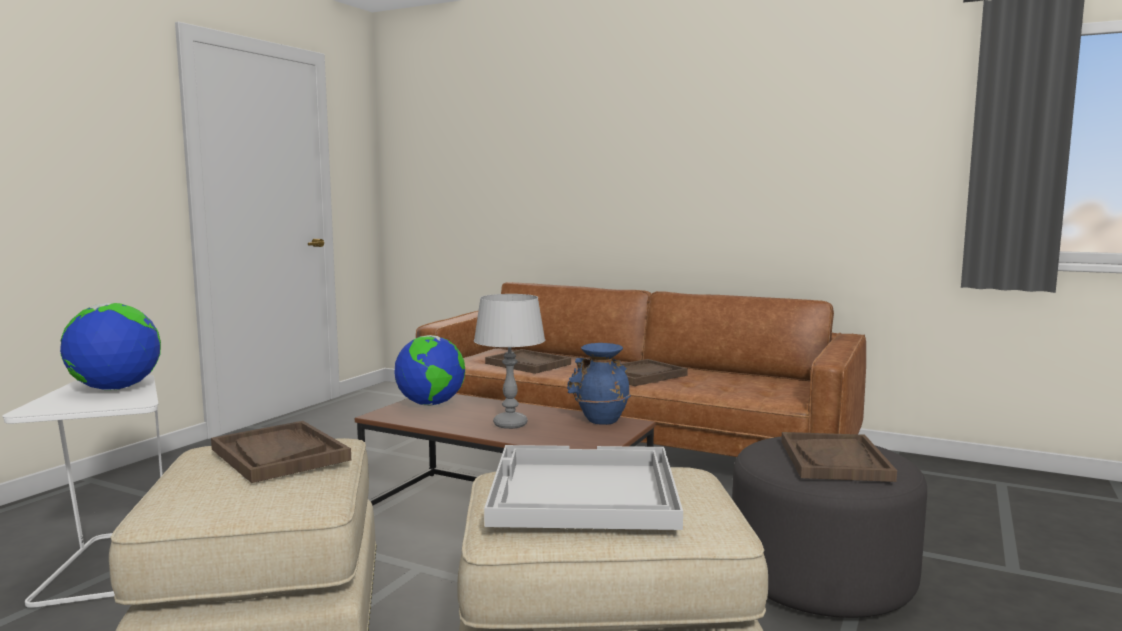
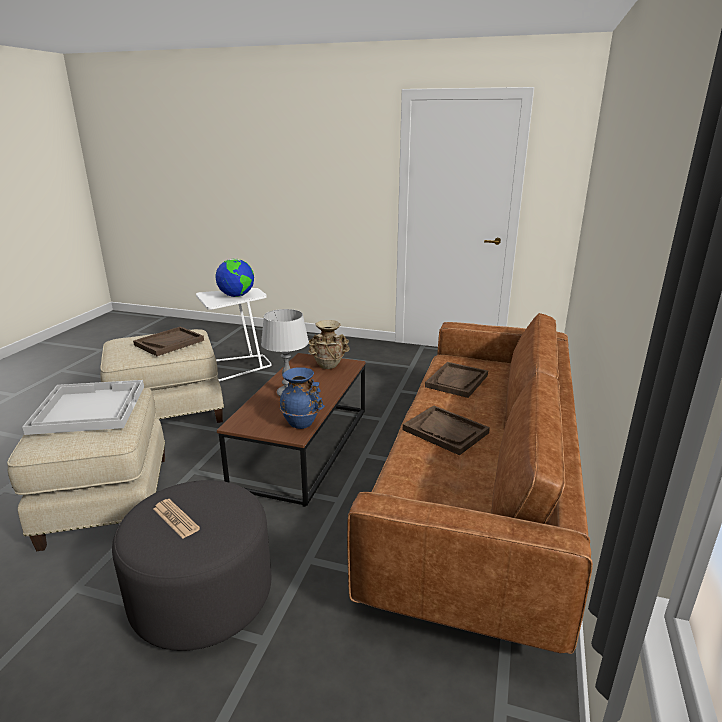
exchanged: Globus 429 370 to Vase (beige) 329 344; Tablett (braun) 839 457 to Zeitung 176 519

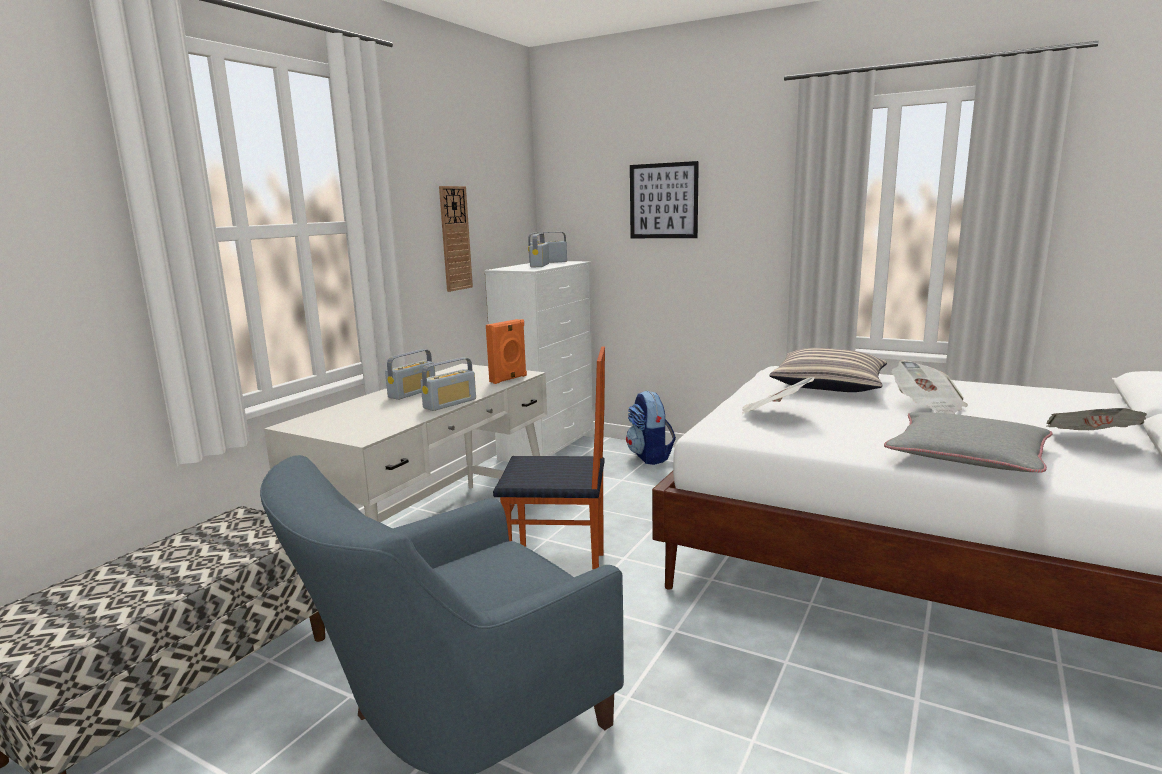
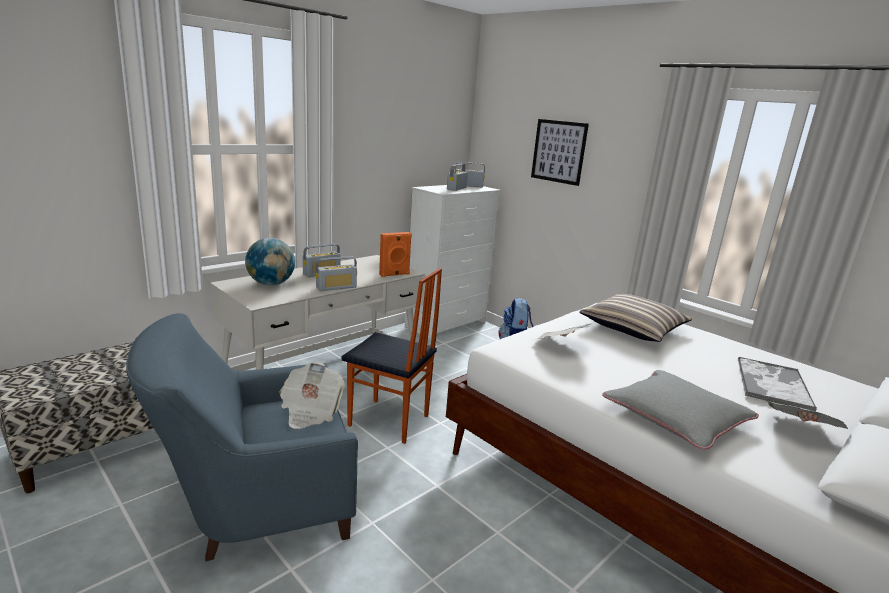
missing: Wanduhr 456 239
appeared: Globus 270 261; Tablett 777 384
relocated: Zeitung 930 387 to 312 395

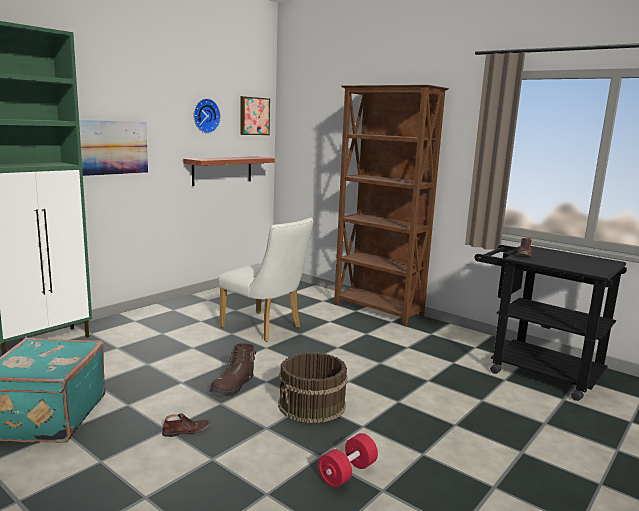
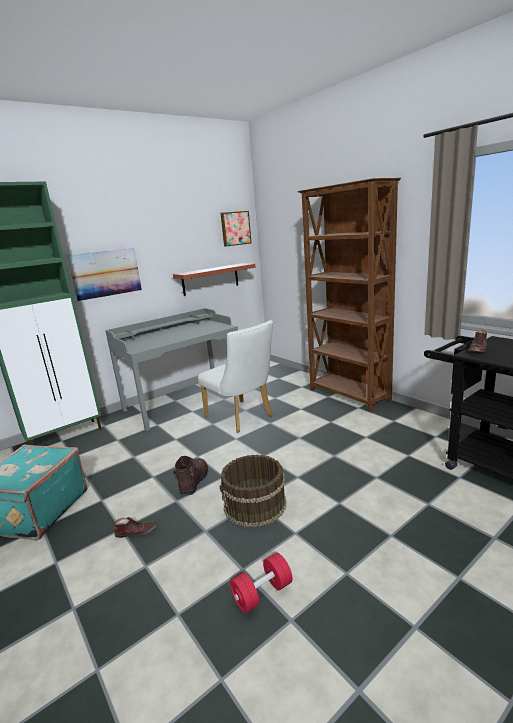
missing: Wanduhr 207 116
appeared: Schreibtisch (grau) 171 369
spun: Stiefel (braun) 232 369 = 190 476 150 degrees clockwise

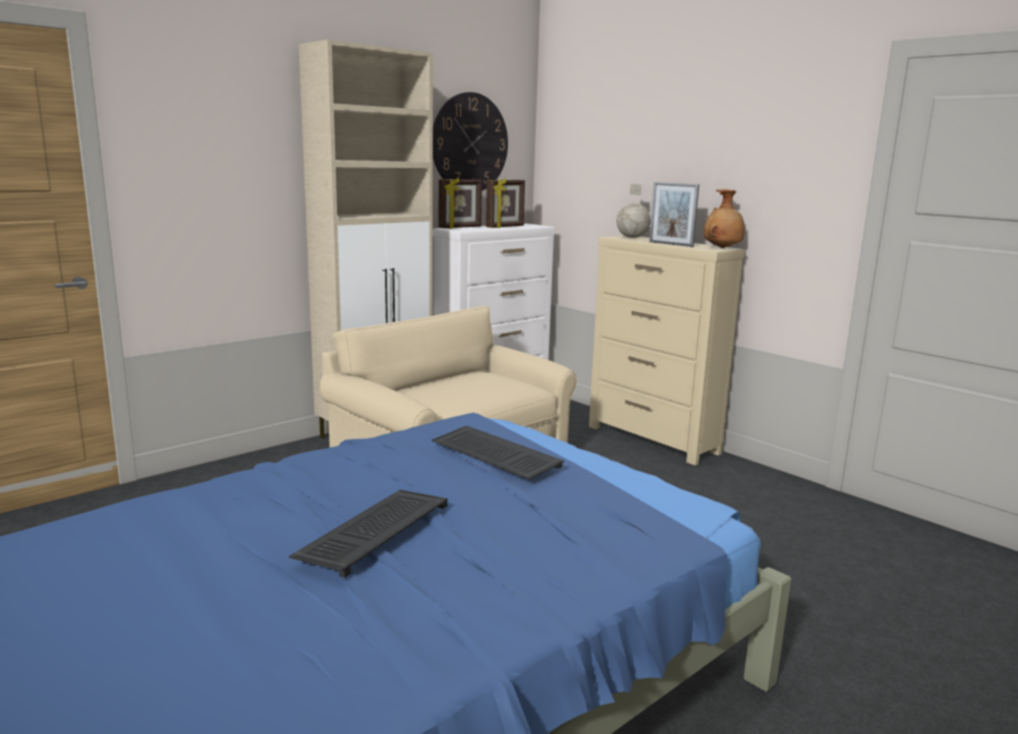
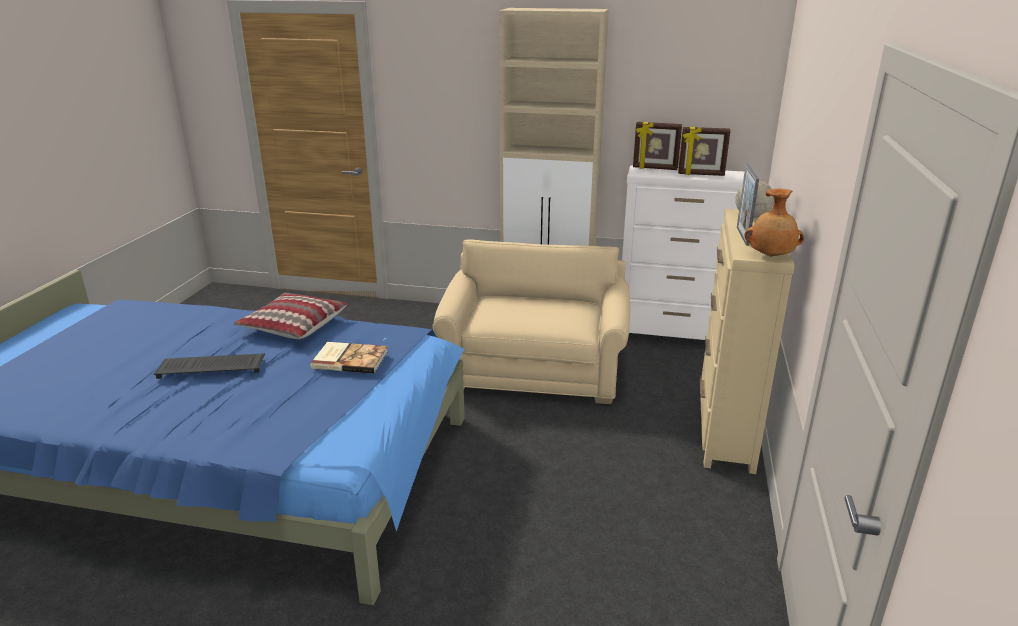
missing: Wanduhr 470 141
appeared: Kissen 290 316
exchanged: Tastatur 498 453 to Buch 349 358

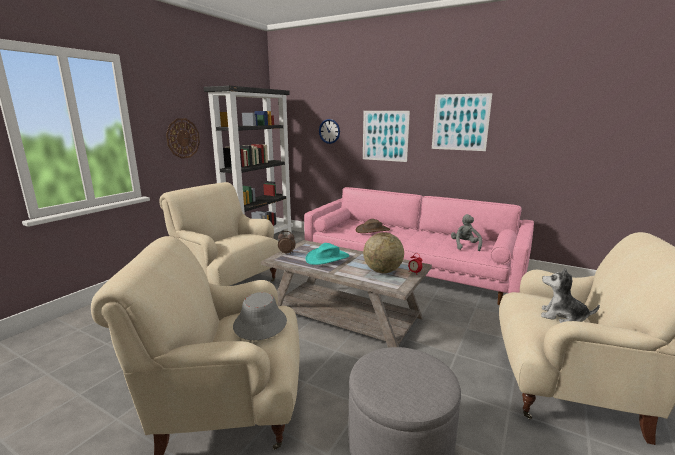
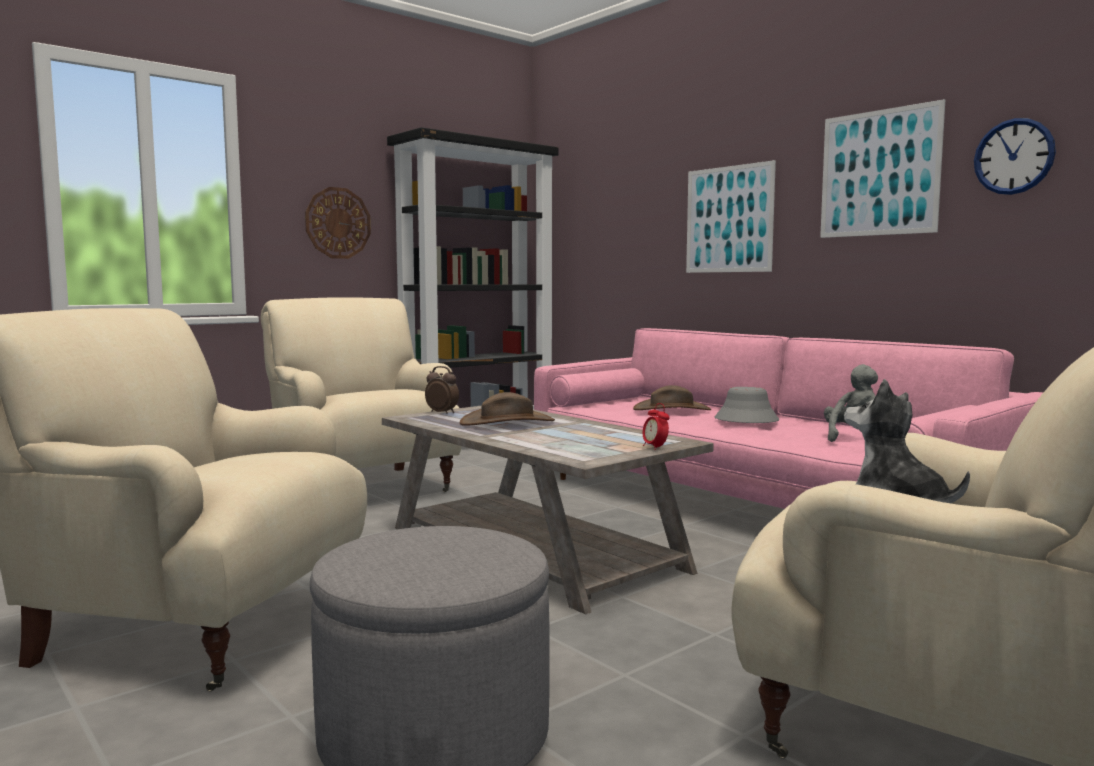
missing: Globus 383 252
relocated: Hut (grau) 260 316 to 747 405; Wanduhr 329 131 to 1015 156
colour: Hut (türkis) 327 254 to Hut (braun) 507 409

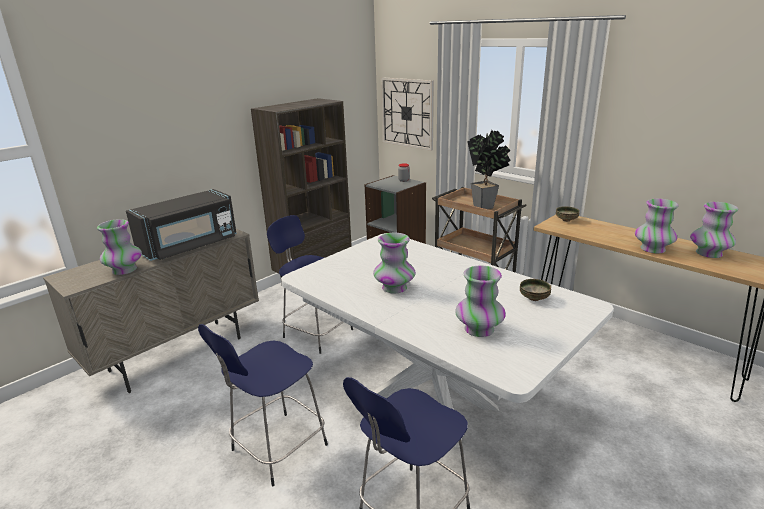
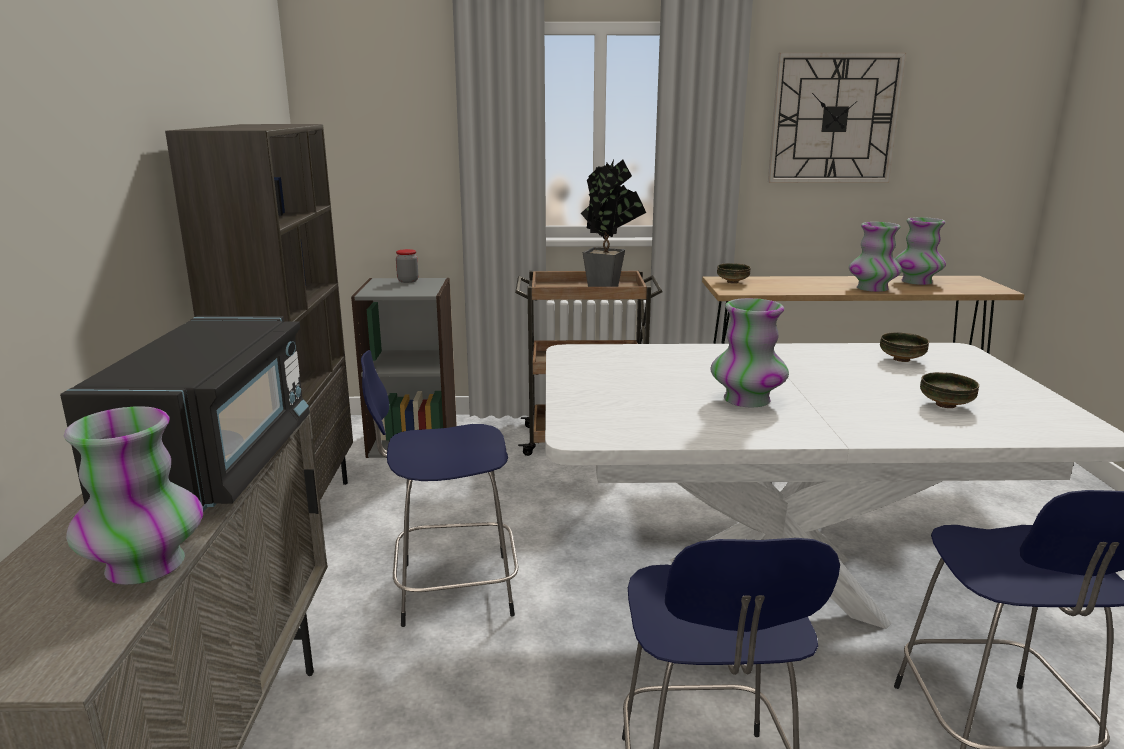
relocated: Wanduhr 407 114 to 837 118
exchanged: Vase 480 301 to Schüssel 949 390

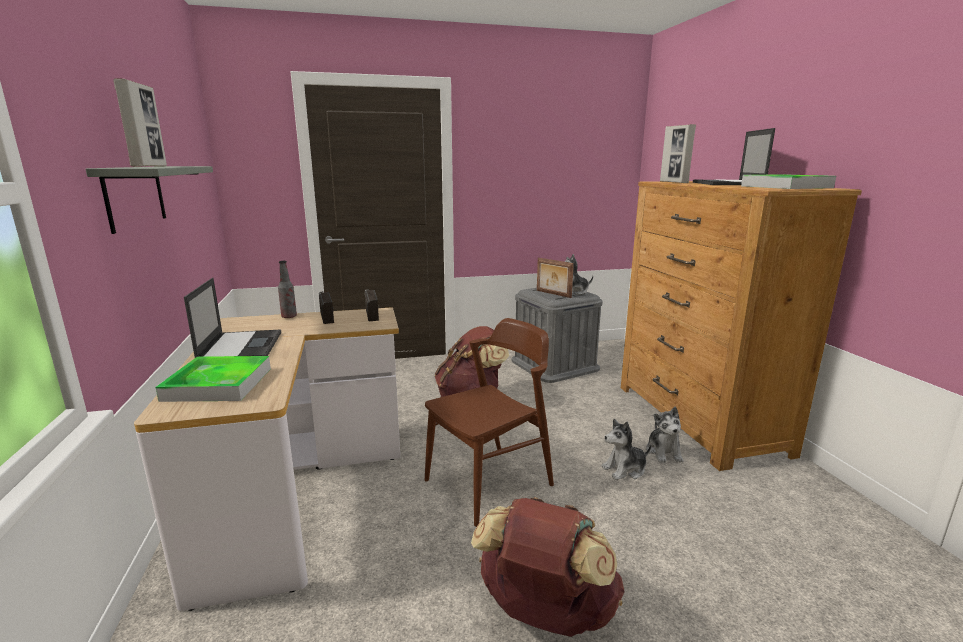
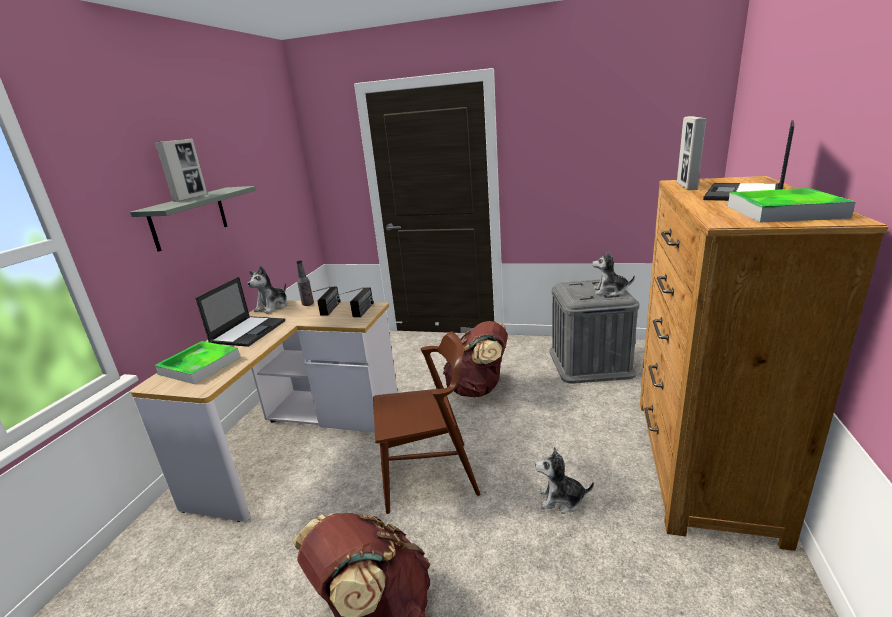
missing: Bilderrahmen 555 278
relocated: Plüschtier 664 435 to 268 290

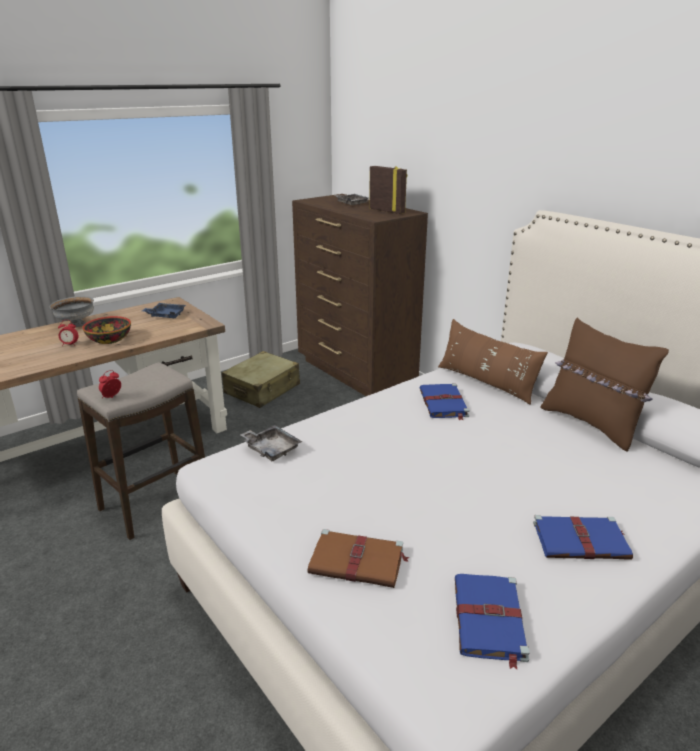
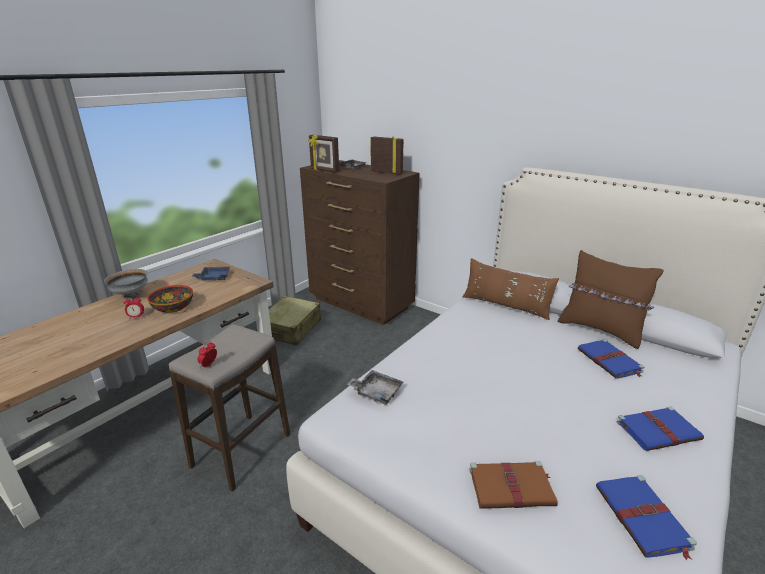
appeared: Bilderrahmen 323 154
relocated: Buch (blau) 444 401 to 611 359

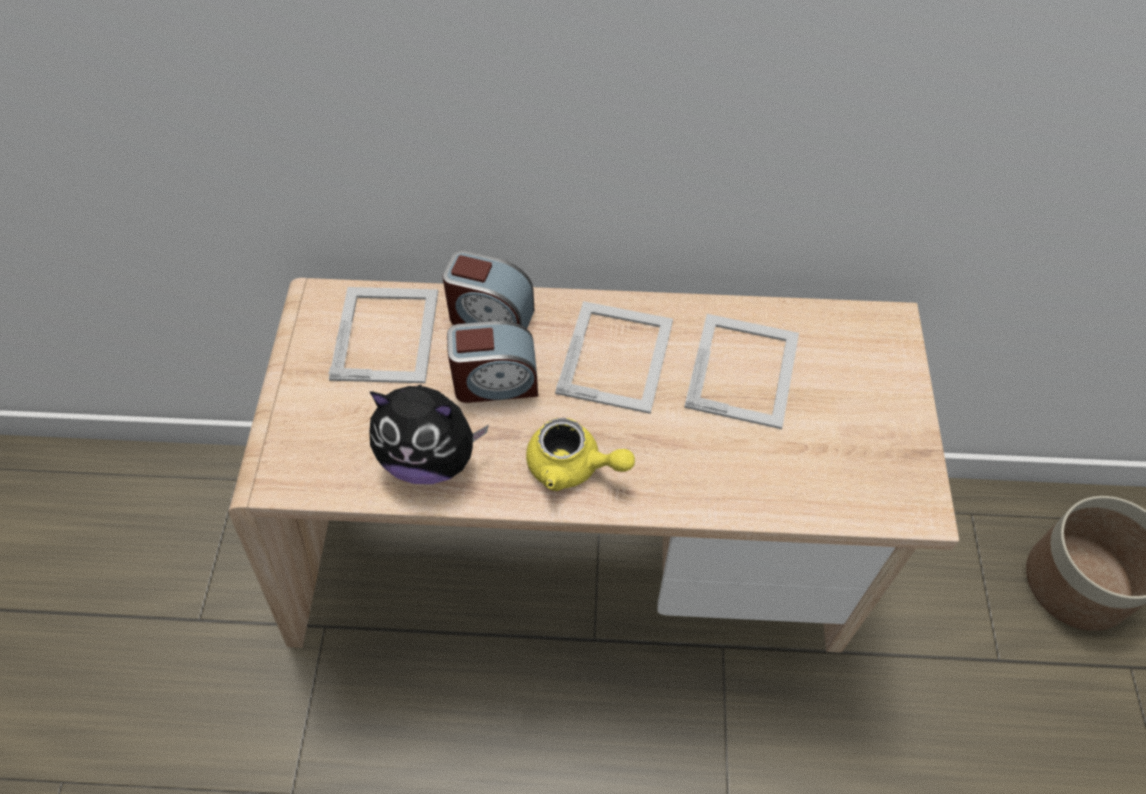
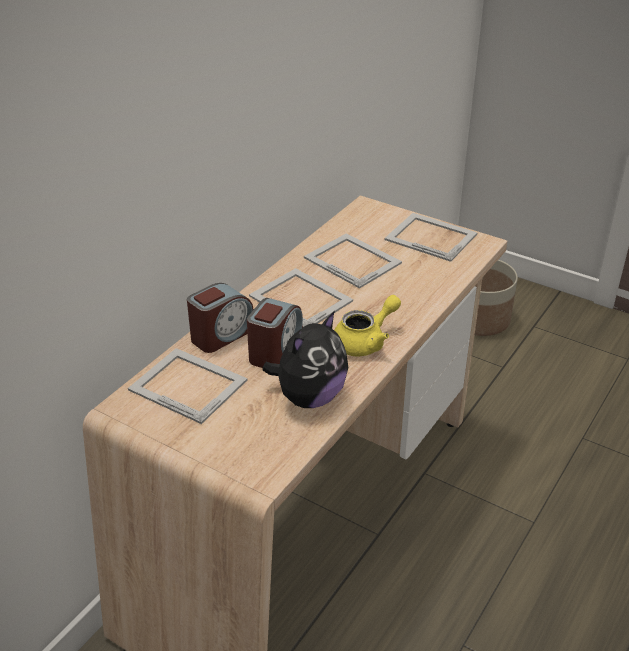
appeared: Bilderrahmen 431 237

